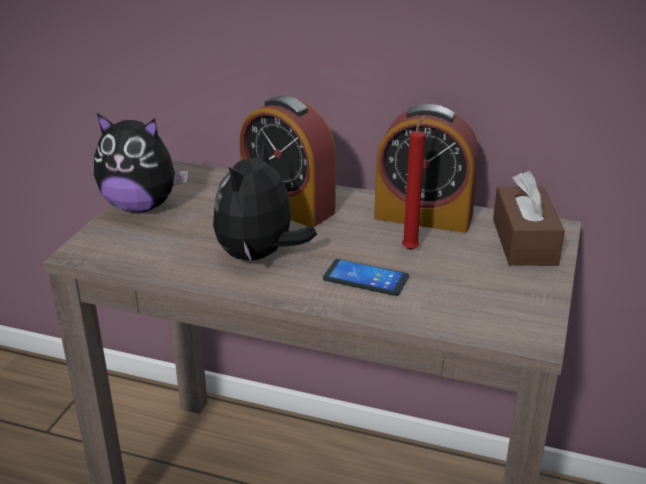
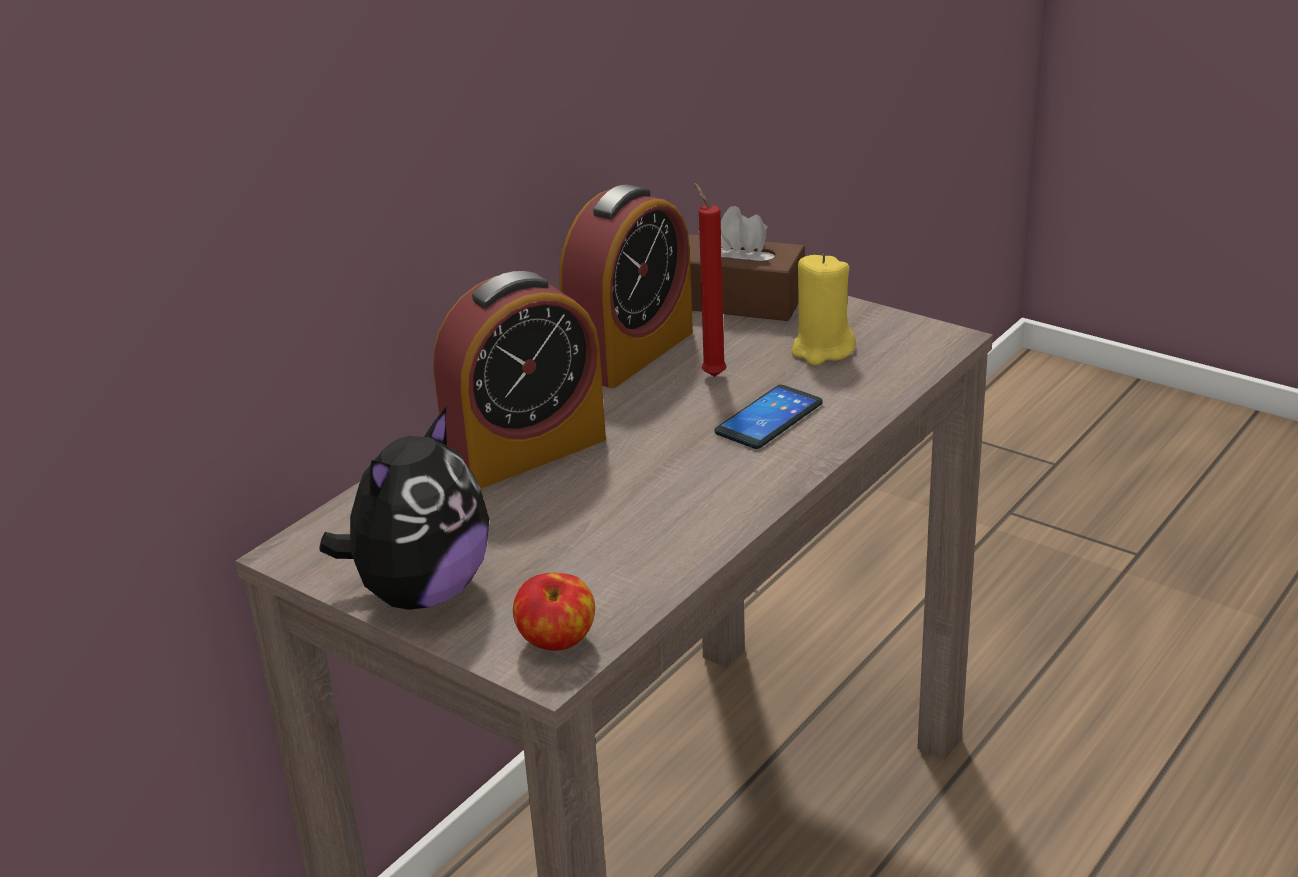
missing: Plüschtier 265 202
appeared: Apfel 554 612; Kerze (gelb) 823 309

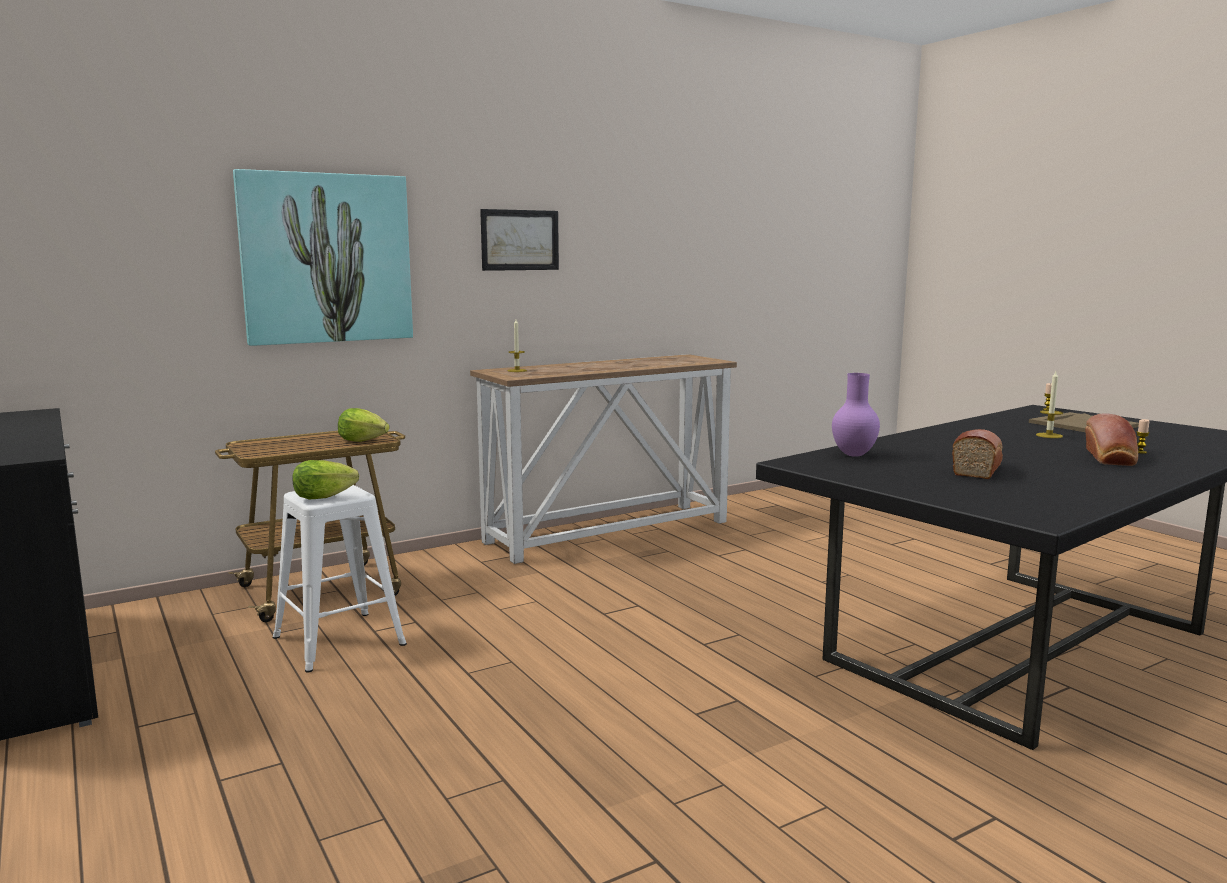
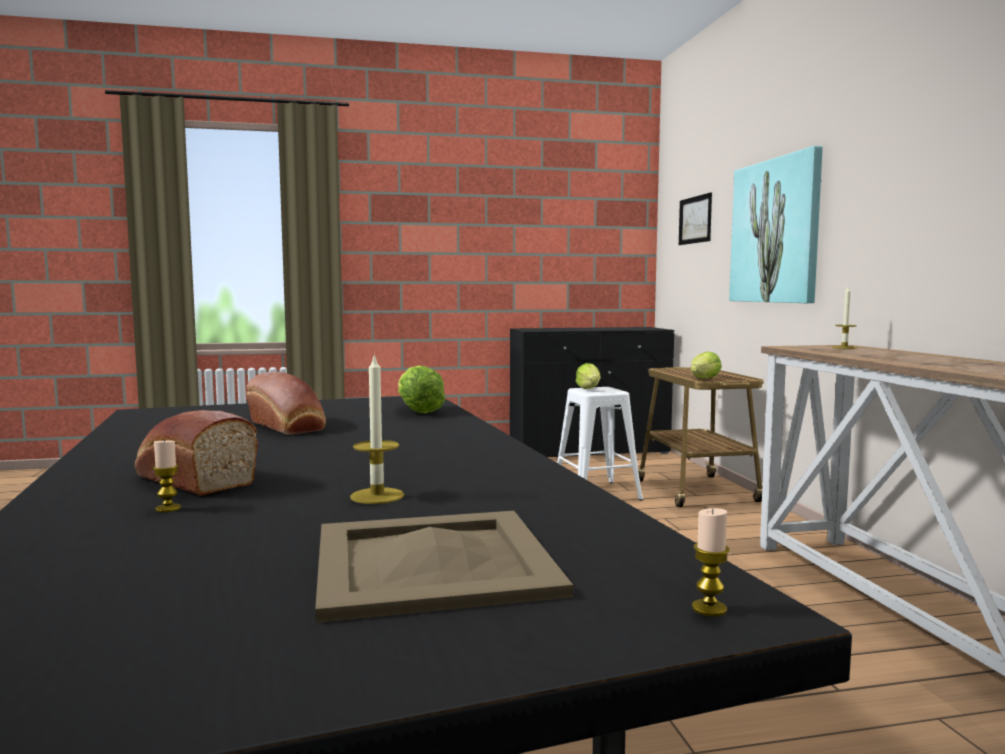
relocated: Bild 519 240 to 695 218
exchanged: Vase (lila) 856 415 to Salatkopf 421 389

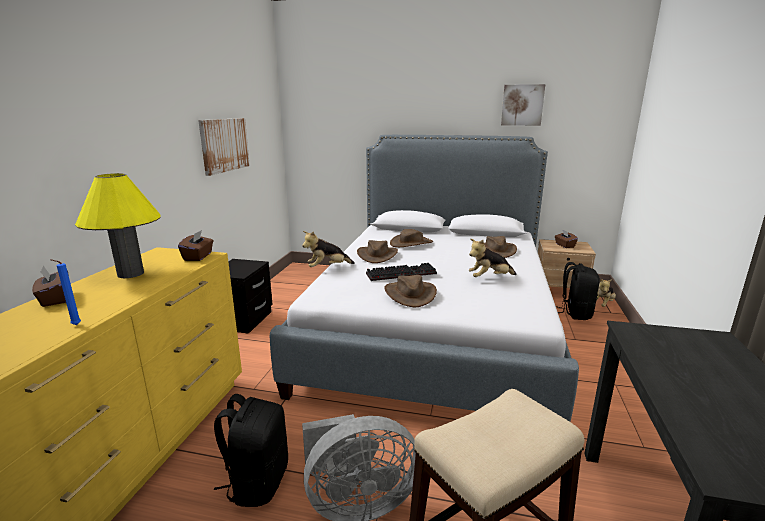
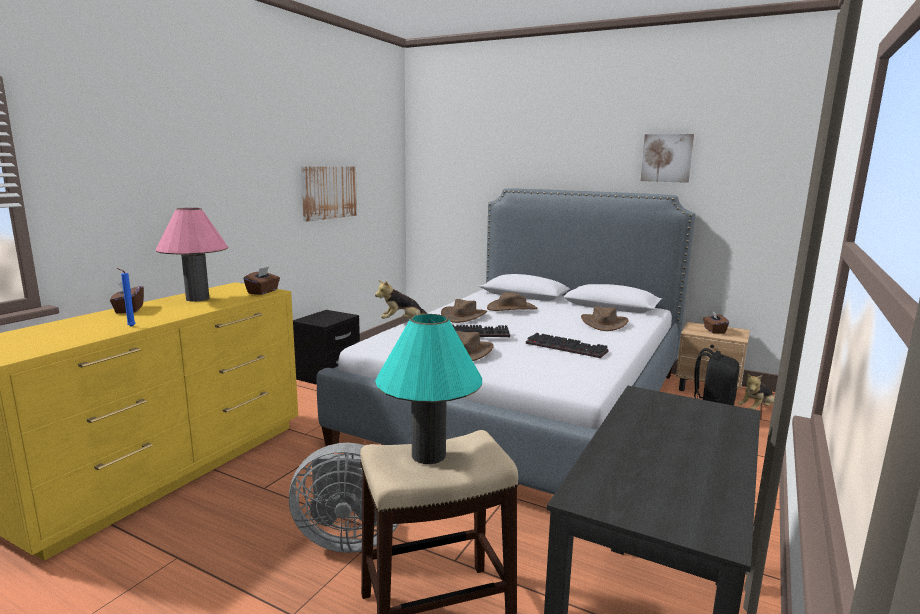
missing: Rucksack (schwarz) 251 450
appeared: Tischlampe (türkis) 428 389
exchanged: Plüschtier 493 258 to Tastatur 567 345
colour: Tischlampe (gelb) 118 225 to Tischlampe (rosa) 192 255

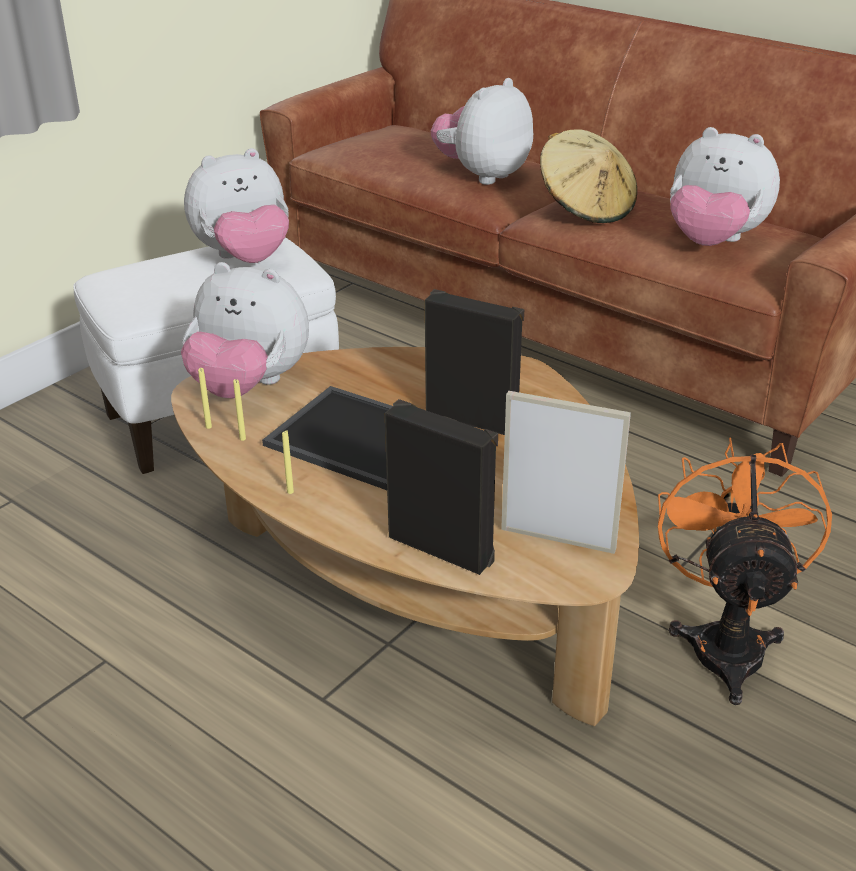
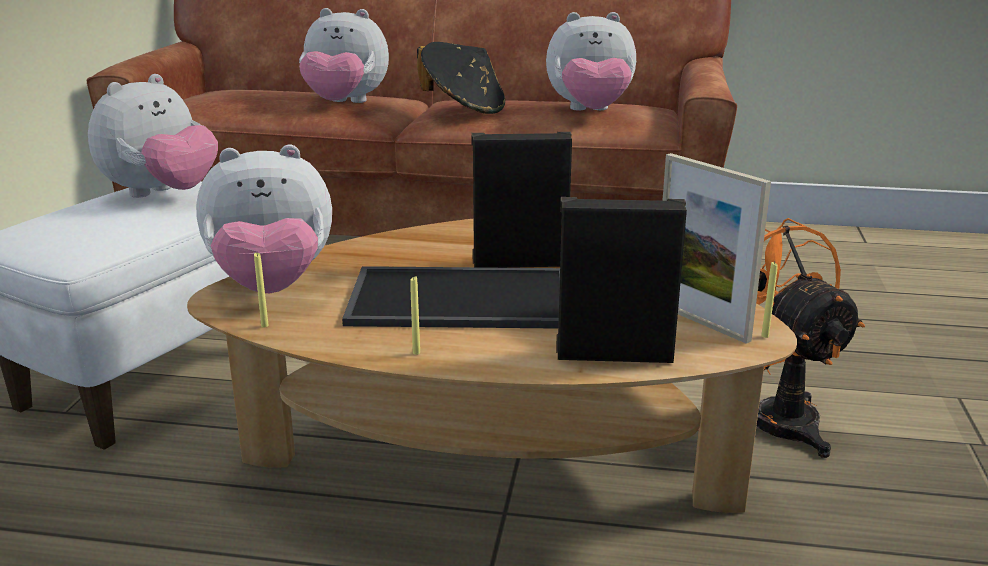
relocated: Kerze (gelb) 239 410 to 769 300
colour: Hut (beige) 588 176 to Hut (schwarz) 461 78
spun: Plüschtier 482 131 = 344 55 90 degrees counterclockwise; Bilderrahmen 566 472 = 716 248 120 degrees counterclockwise

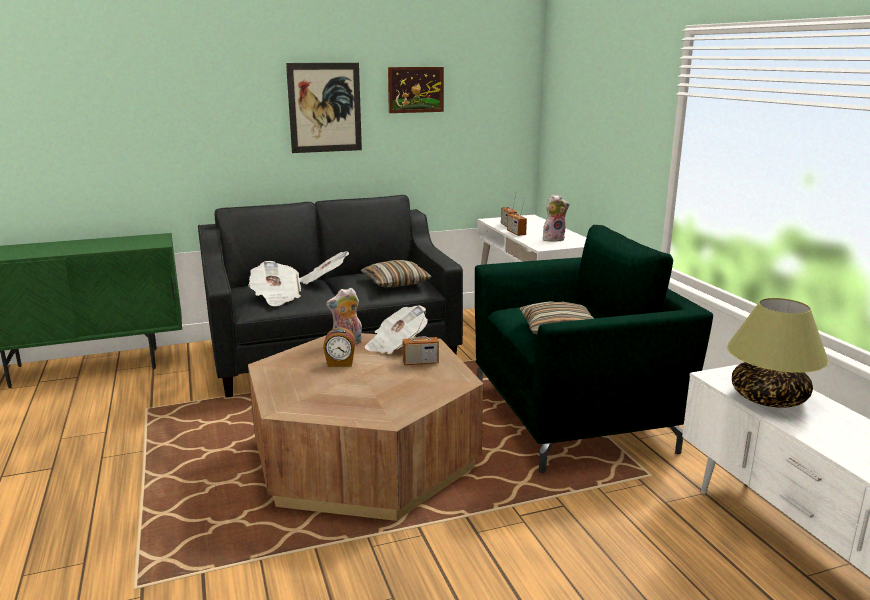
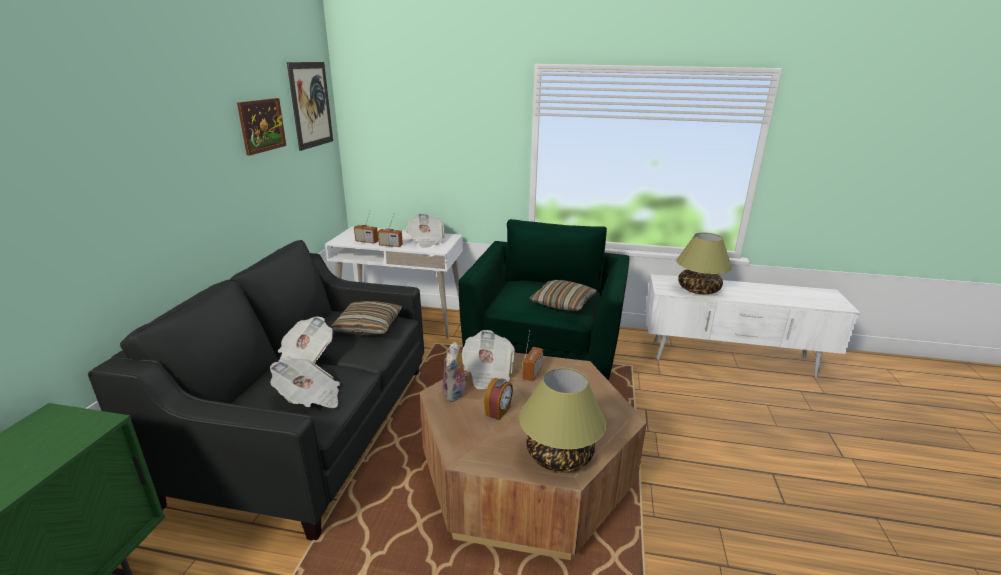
appeared: Tischlampe 562 420
relocated: Bild 324 108 to 310 106
exchanged: Plüschtier 556 218 to Zeitung 425 230

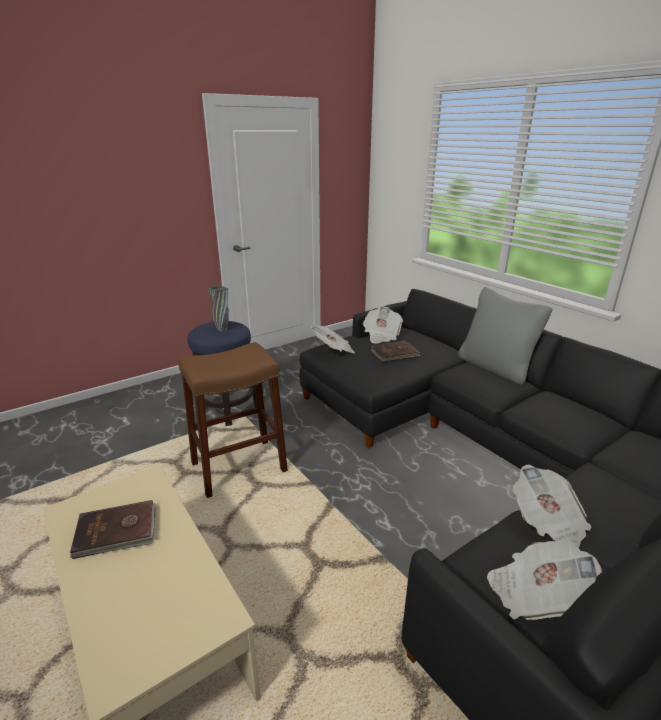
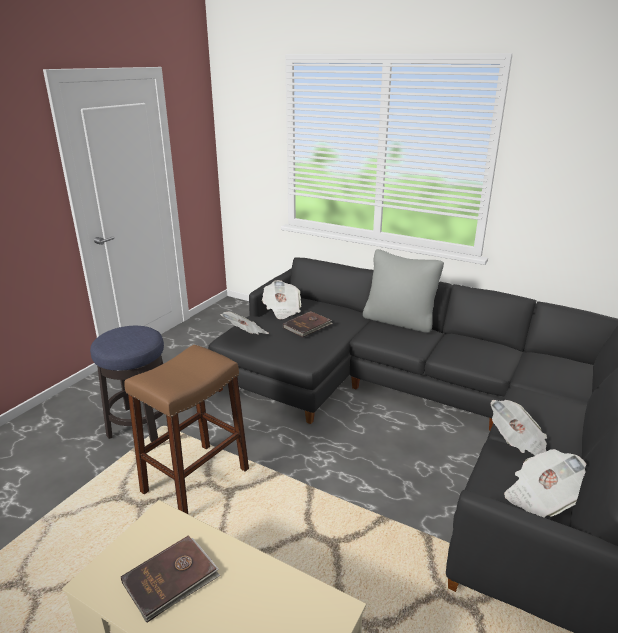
missing: Vase (grau) 218 308

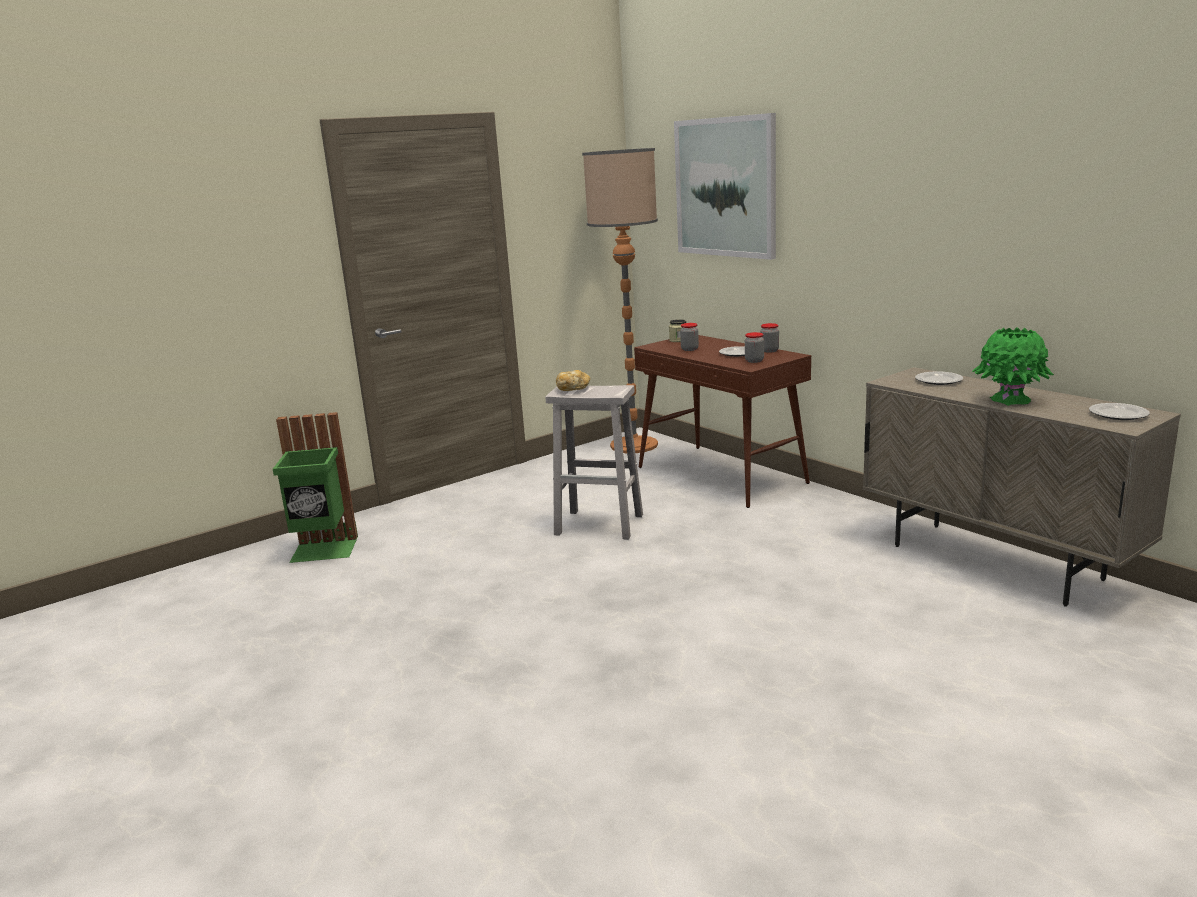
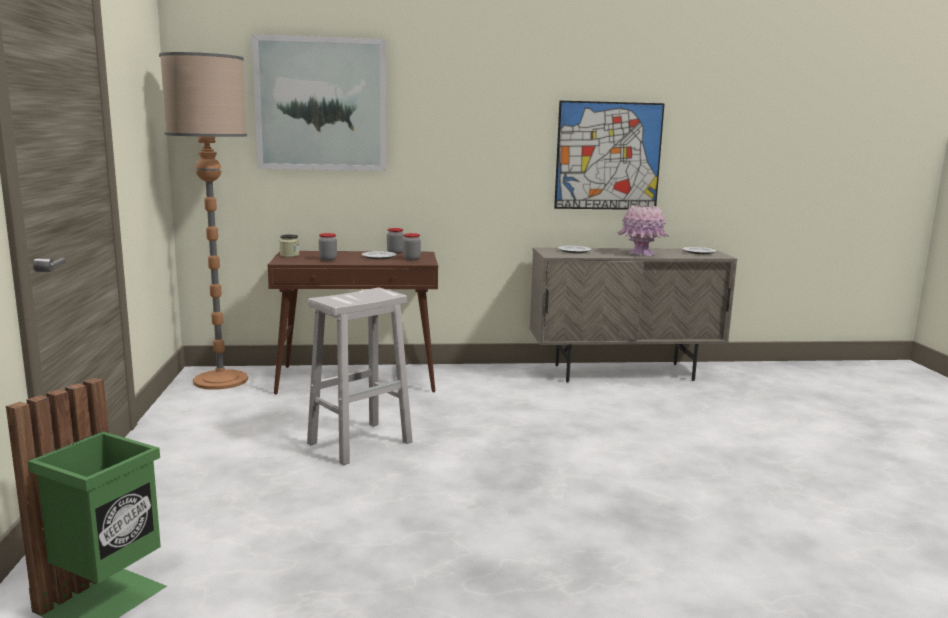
missing: Brot 573 380
appeared: Bild 609 155
colour: Vase (grün) 1013 366 to Vase (rosa) 643 230

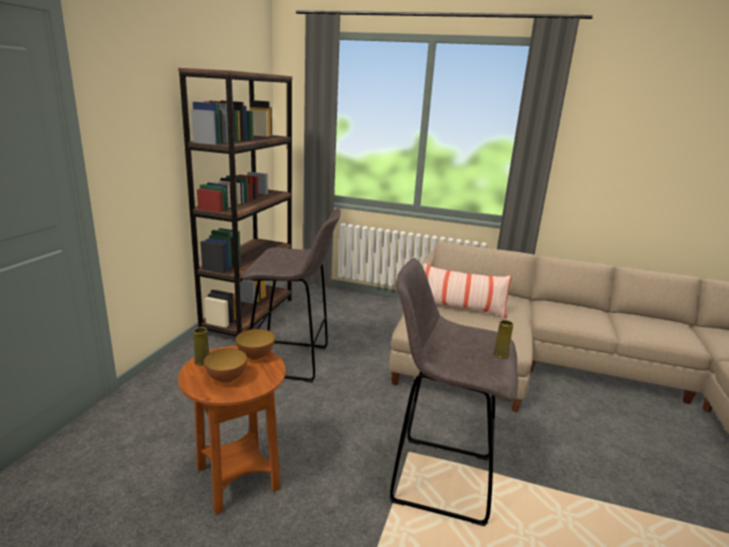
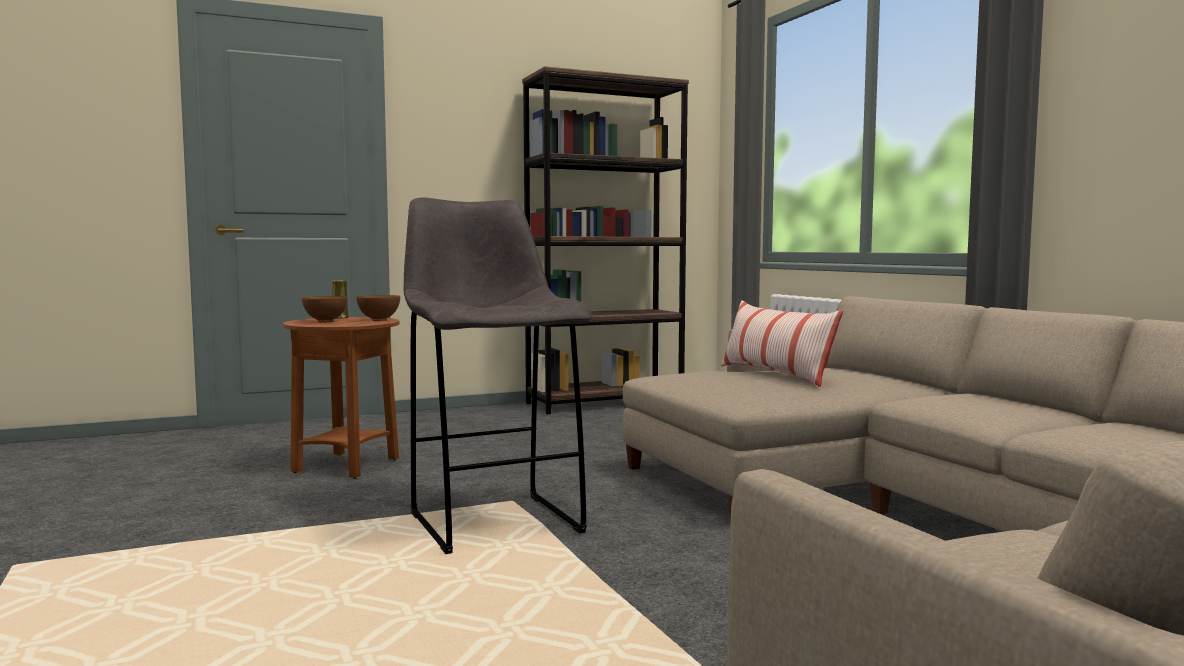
missing: Hocker (grau) 291 295; Vase (gelb) 503 339

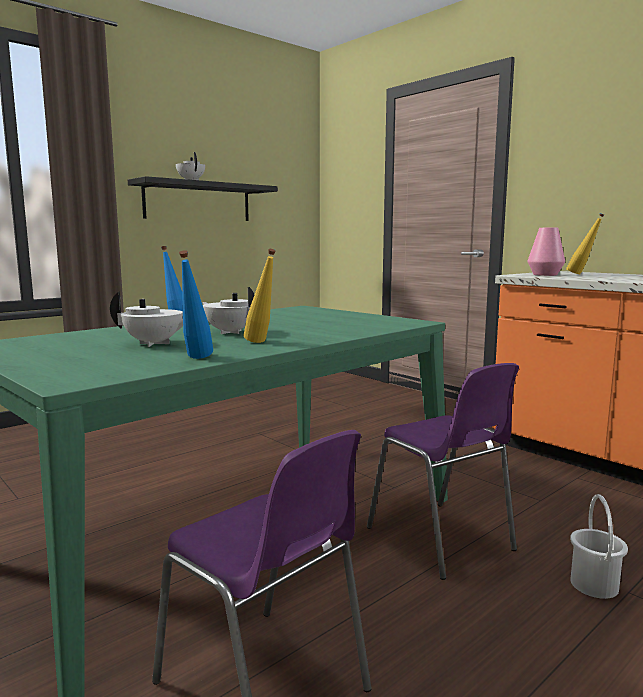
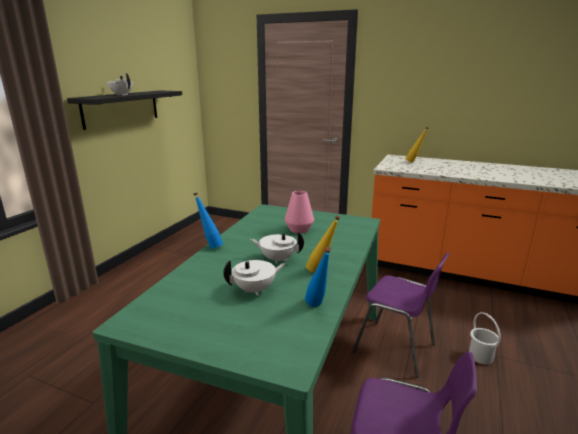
relocated: Vase (rosa) 546 252 to 299 212

